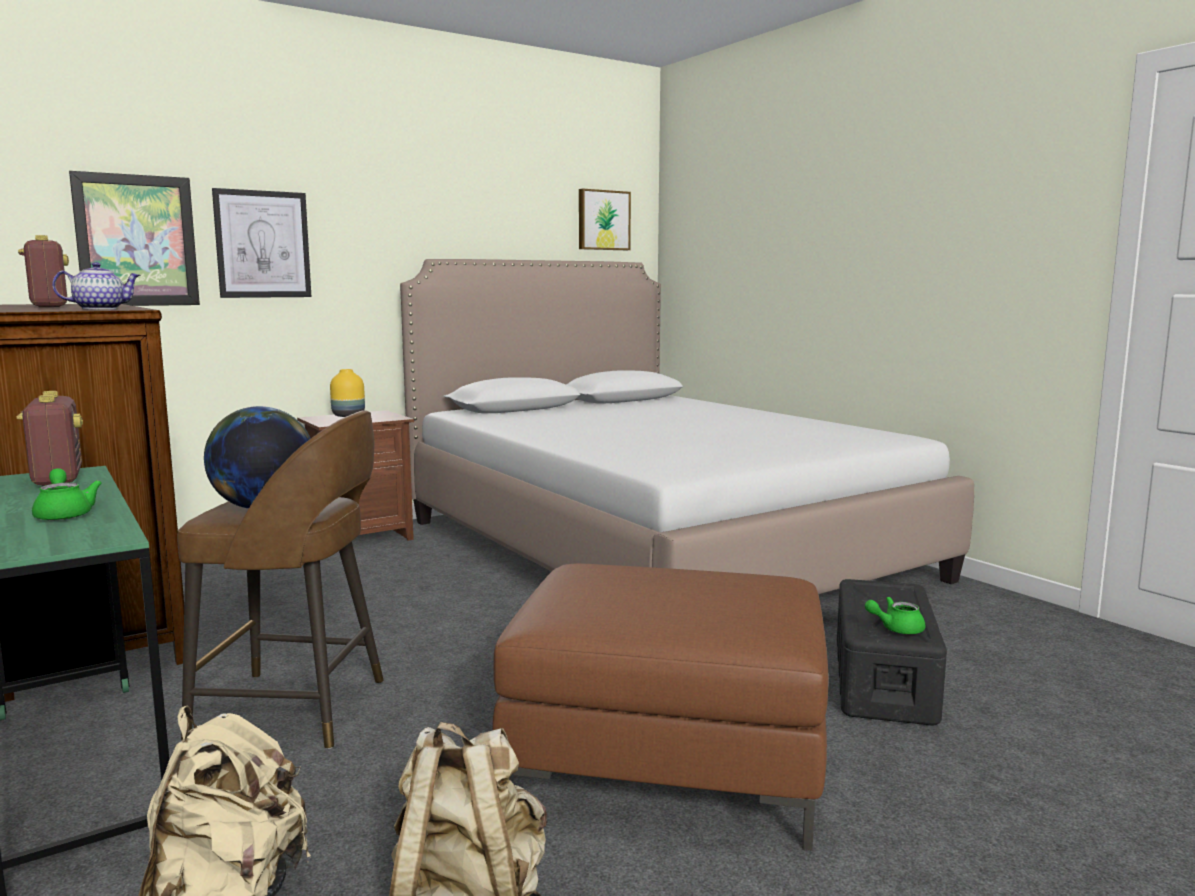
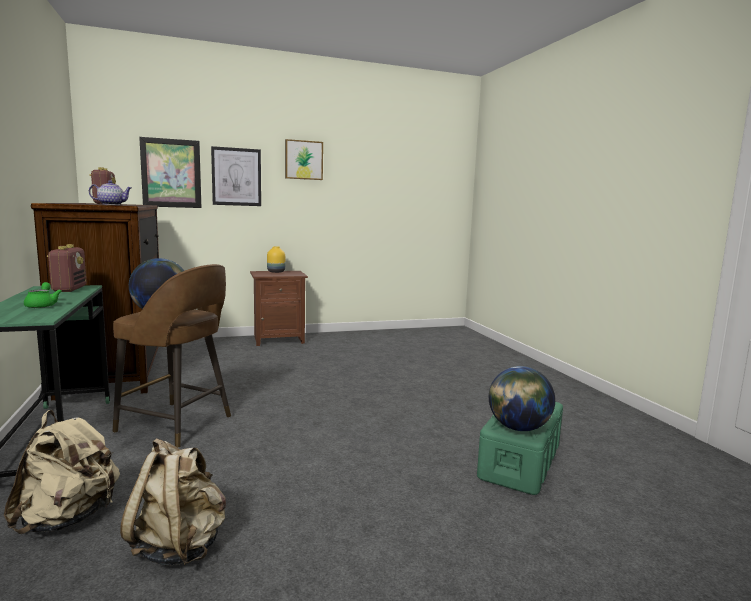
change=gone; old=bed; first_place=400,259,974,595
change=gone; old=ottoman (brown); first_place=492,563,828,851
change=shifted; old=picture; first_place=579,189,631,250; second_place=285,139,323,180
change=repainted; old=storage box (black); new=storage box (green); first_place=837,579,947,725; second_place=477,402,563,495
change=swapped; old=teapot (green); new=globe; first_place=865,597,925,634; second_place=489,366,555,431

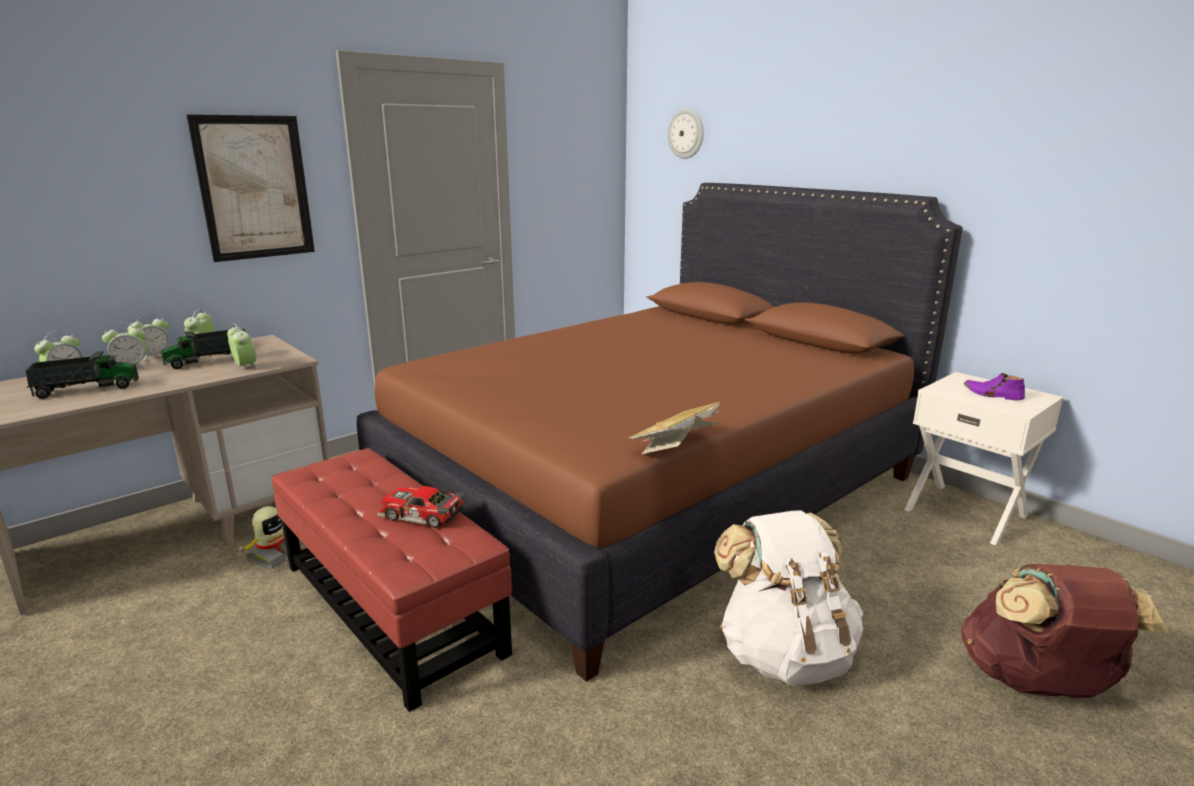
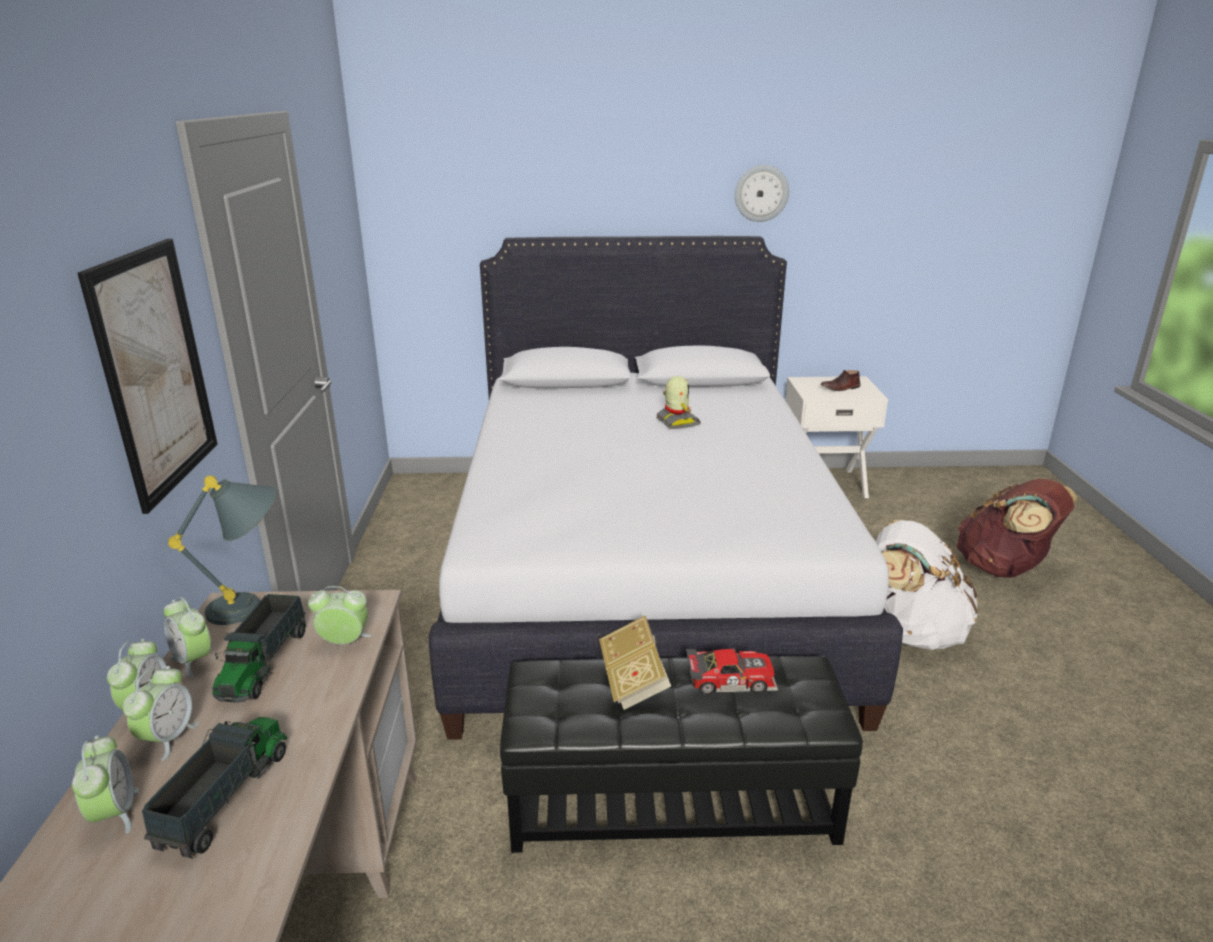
change=shifted; old=toy robot; first_place=237,506,303,569; second_place=657,376,701,429
change=repainted; old=ottoman (red); new=ottoman (black); first_place=271,448,512,712; second_place=500,656,863,853
change=repainted; old=bed (brown); new=bed (white); first_place=357,183,963,682; second_place=429,236,903,740
change=rotated; old=toy car; first_place=377,486,465,528; second_place=686,648,778,695; degrees=-150
change=shifted; old=book; first_place=628,401,722,454; second_place=599,615,671,710
change=shifted; old=wall clock; first_place=668,108,704,159; second_place=735,165,789,222
change=repainted; old=shoe (purple); new=shoe (brown); first_place=964,373,1025,400; second_place=821,370,860,391
change=new; new=table lamp (grey); second_place=168,475,276,625

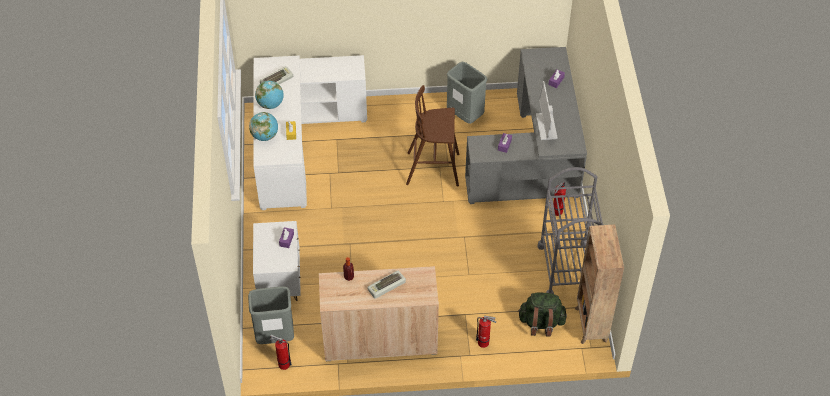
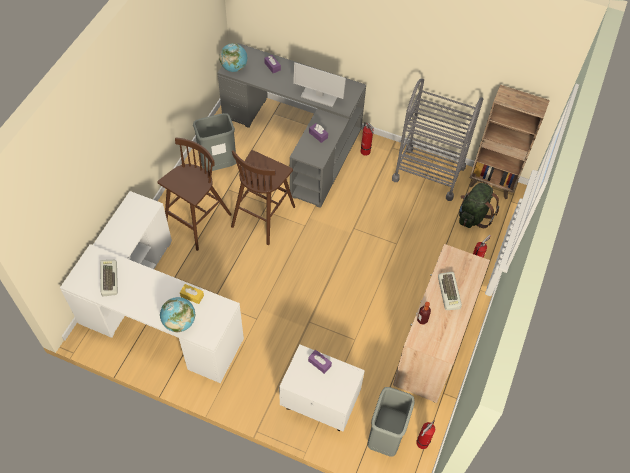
change=shifted; old=globe; first_place=255,81,284,109; second_place=219,43,247,72
change=new; new=stool (brown); second_place=157,137,232,251

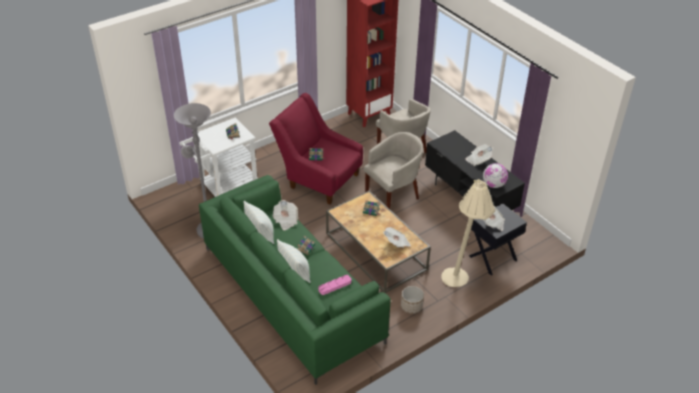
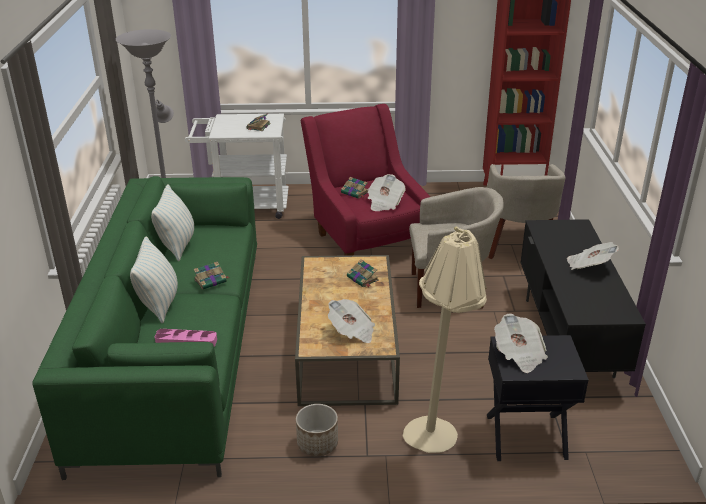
change=shifted; old=newspaper; first_place=273,200,298,230; second_place=368,174,406,211
change=gone; old=globe; first_place=483,163,508,188

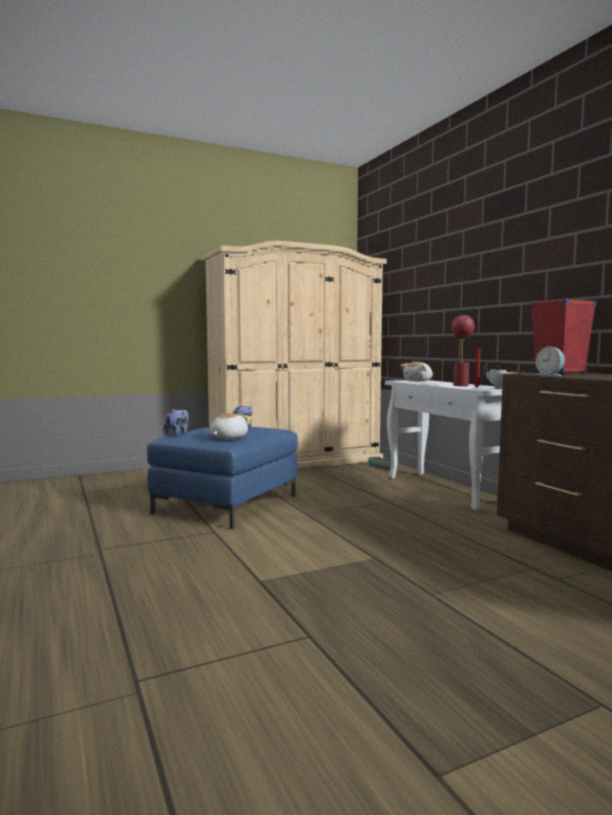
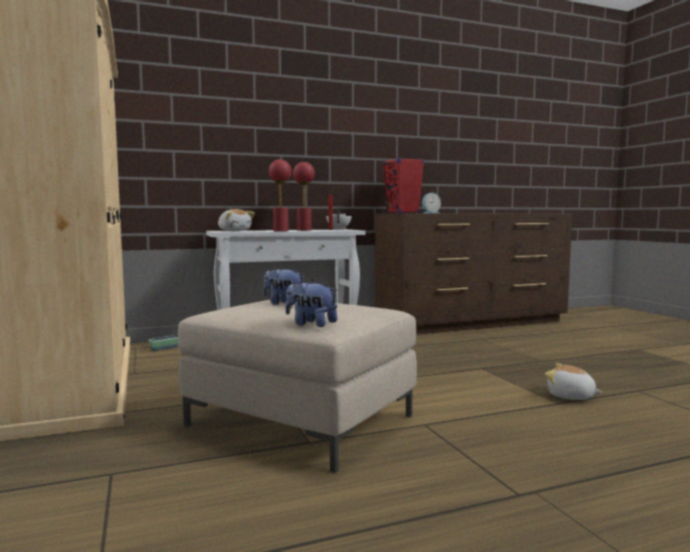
change=repainted; old=ottoman (blue); new=ottoman (beige); first_place=147,427,298,529; second_place=178,298,417,473
change=shifted; old=plush toy; first_place=210,413,252,439; second_place=545,363,603,400
change=new; new=table lamp (red); second_place=269,159,292,231

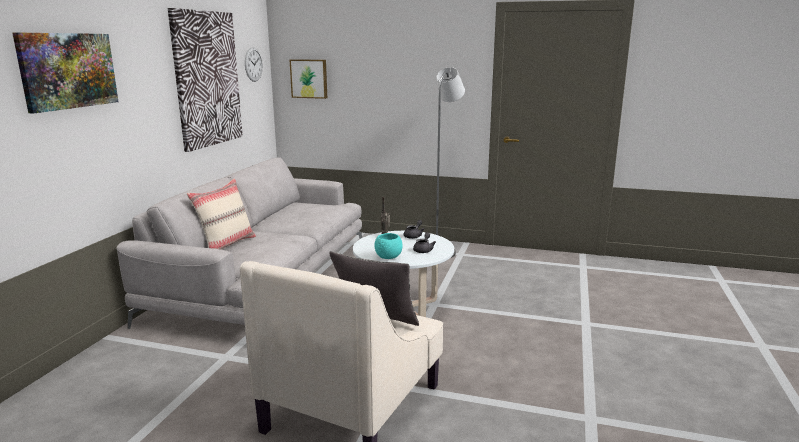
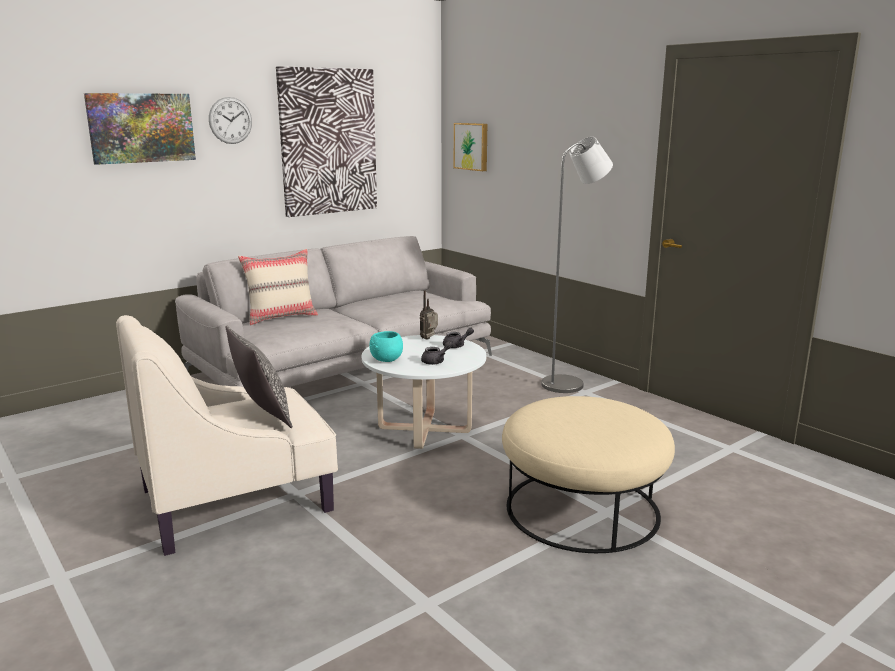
change=shifted; old=wall clock; first_place=245,47,263,82; second_place=209,97,252,144
change=new; new=ottoman (beige); second_place=502,396,675,553

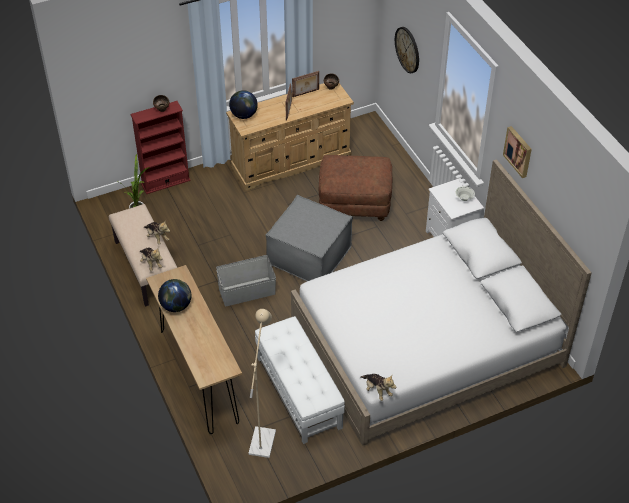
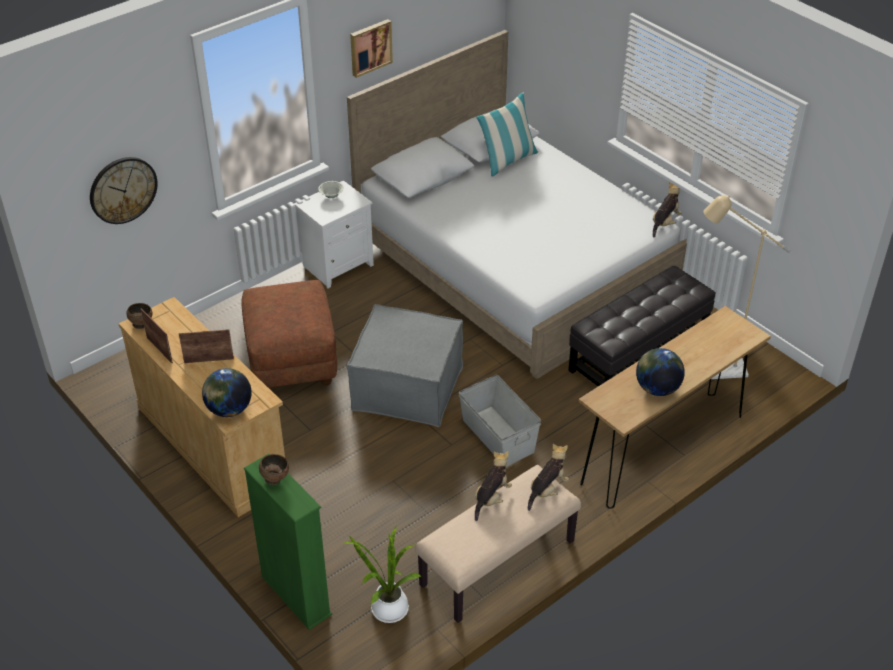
change=repainted; old=bookcase (red); new=bookcase (green); first_place=130,101,191,194; second_place=244,454,332,630
change=repainted; old=ottoman (white); new=ottoman (black); first_place=255,316,345,444; second_place=568,266,716,386
change=new; new=pillow; second_place=476,93,538,176

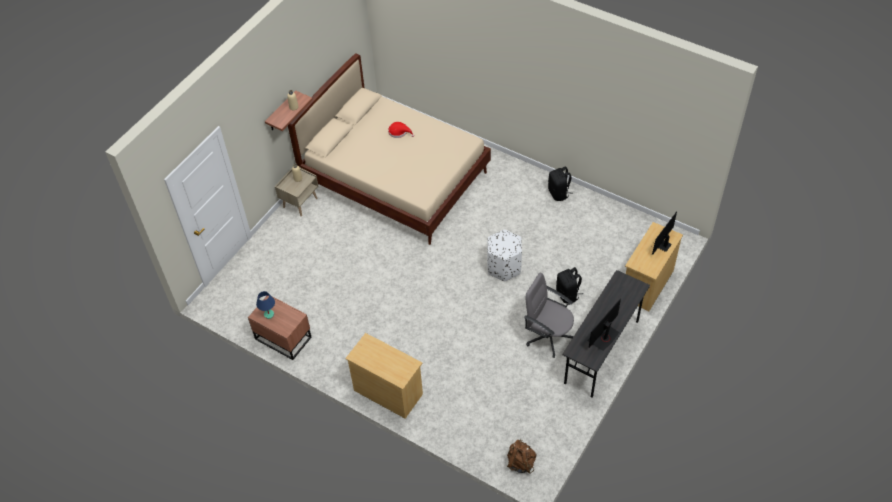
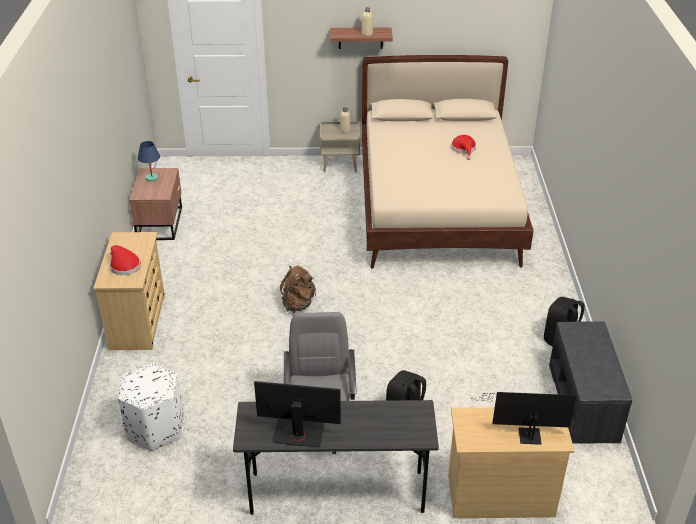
change=shifted; old=ottoman (white); first_place=487,230,522,282; second_place=117,364,184,451
change=shifted; old=backpack (brown); first_place=507,439,536,474; second_place=280,266,316,313
change=new; new=hat (red); second_place=110,245,141,275
change=new; new=bench (grey); second_place=549,321,632,444

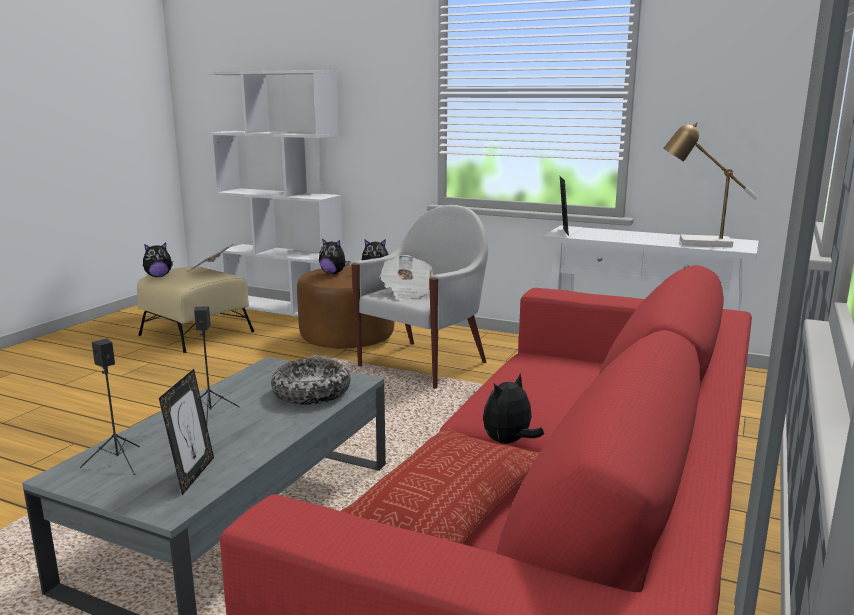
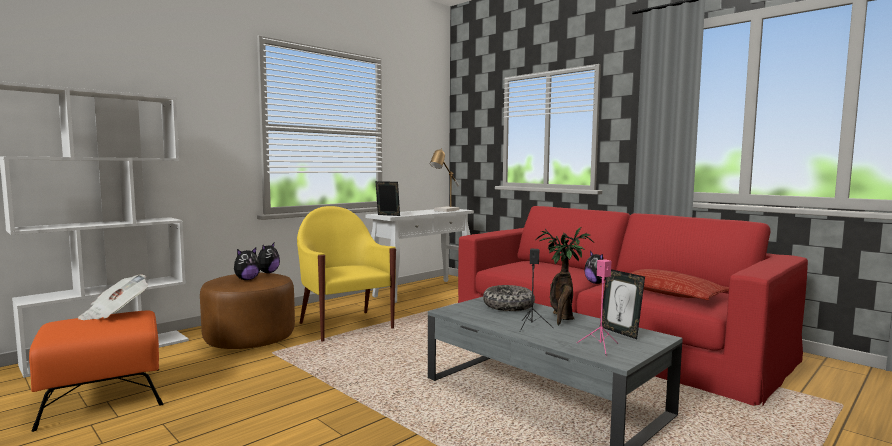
change=repainted; old=speaker (black); new=speaker (pink); first_place=80,338,140,475; second_place=577,259,619,356
change=repainted; old=ottoman (beige); new=ottoman (orange); first_place=137,266,254,353; second_place=29,311,163,432
change=gone; old=plush toy; first_place=143,242,173,277
change=rotated; old=picture frame; first_place=159,369,214,495; second_place=600,269,645,339; degrees=-150
change=repainted; old=armchair (white); new=armchair (yellow); first_place=351,205,488,388; second_place=297,206,396,342
change=gone; old=newspaper; first_place=379,255,433,300
change=new; new=potted plant; second_place=535,227,594,325

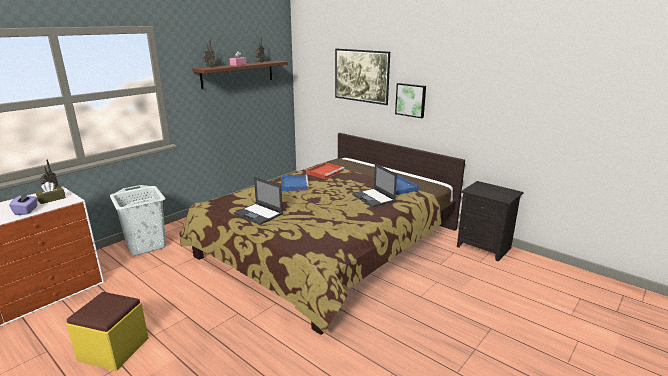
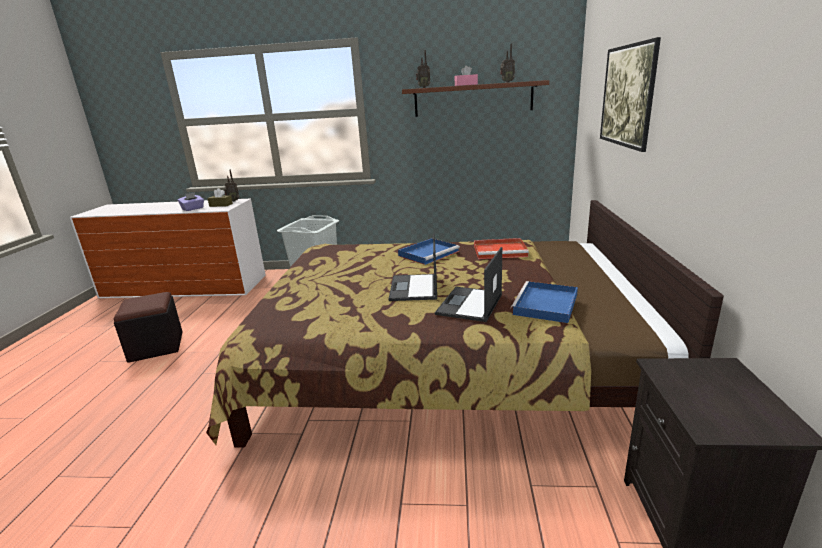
change=repainted; old=ottoman (yellow); new=ottoman (black); first_place=66,292,149,371; second_place=114,292,183,363
change=shifted; old=laptop; first_place=234,177,283,225; second_place=389,233,437,301
change=gone; old=picture; first_place=395,83,426,118

